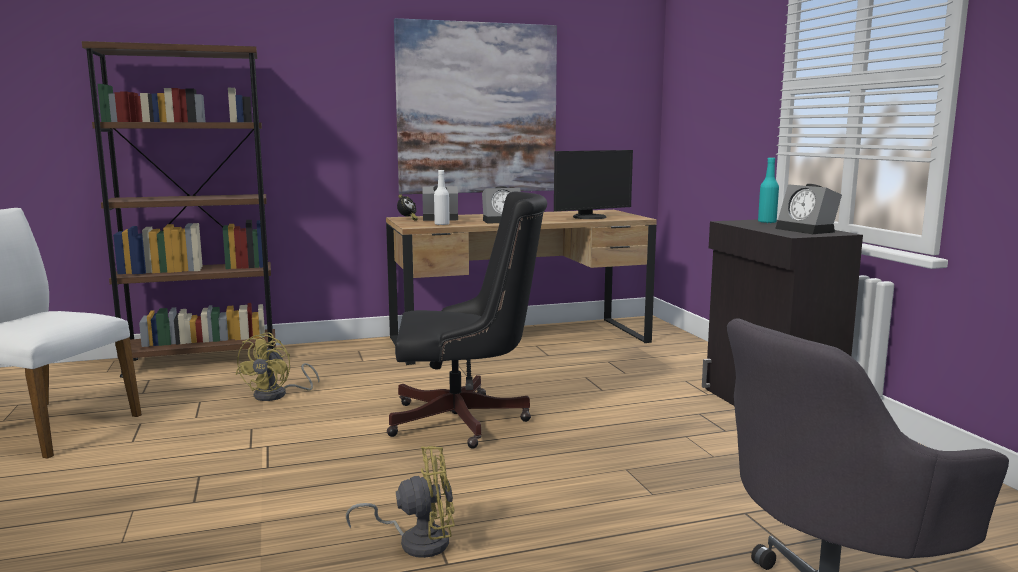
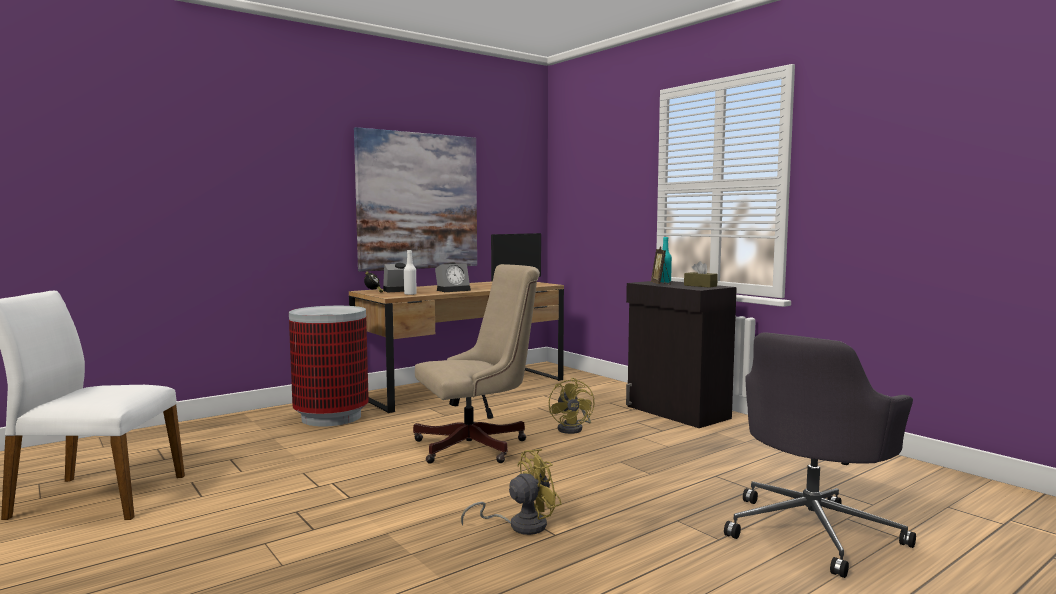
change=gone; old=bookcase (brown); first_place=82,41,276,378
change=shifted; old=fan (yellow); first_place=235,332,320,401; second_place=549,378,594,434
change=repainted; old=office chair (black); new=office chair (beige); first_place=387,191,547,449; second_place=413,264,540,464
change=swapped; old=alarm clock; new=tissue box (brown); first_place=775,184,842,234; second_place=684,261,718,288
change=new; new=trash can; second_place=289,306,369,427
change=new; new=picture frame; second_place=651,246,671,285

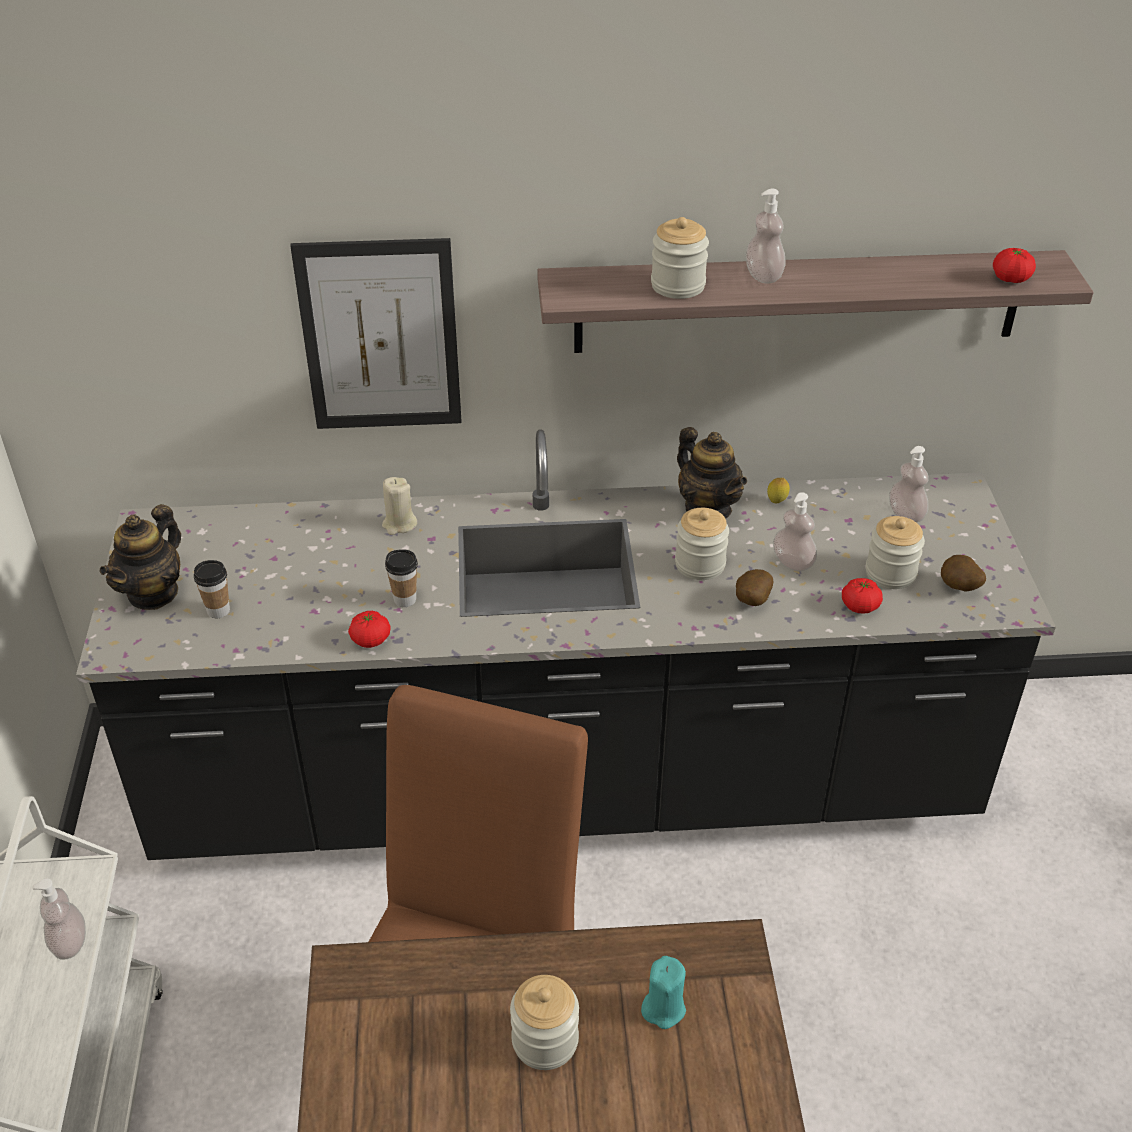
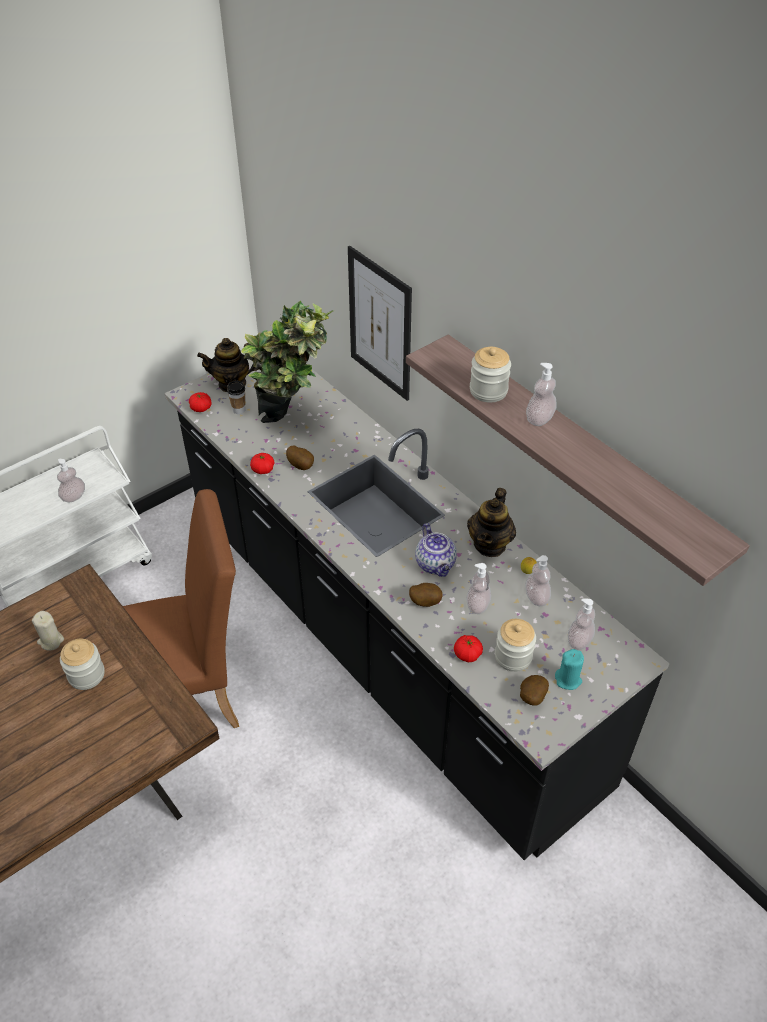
change=shifted; old=candle (beige); first_place=382,477,417,535; second_place=32,611,64,651
change=swapped; old=cup; new=potato; first_place=385,549,418,607; second_place=286,445,314,470
change=shifted; old=candle (turquoise); first_place=641,956,686,1029; second_place=555,649,584,690
change=swapped; old=jar; new=teapot; first_place=675,508,729,580; second_place=415,523,457,577
change=shifted; old=tomato; first_place=993,248,1036,283; second_place=189,392,212,412
change=new; new=potted plant; second_place=241,301,335,423
change=new; new=soap dispenser; second_place=525,555,551,606

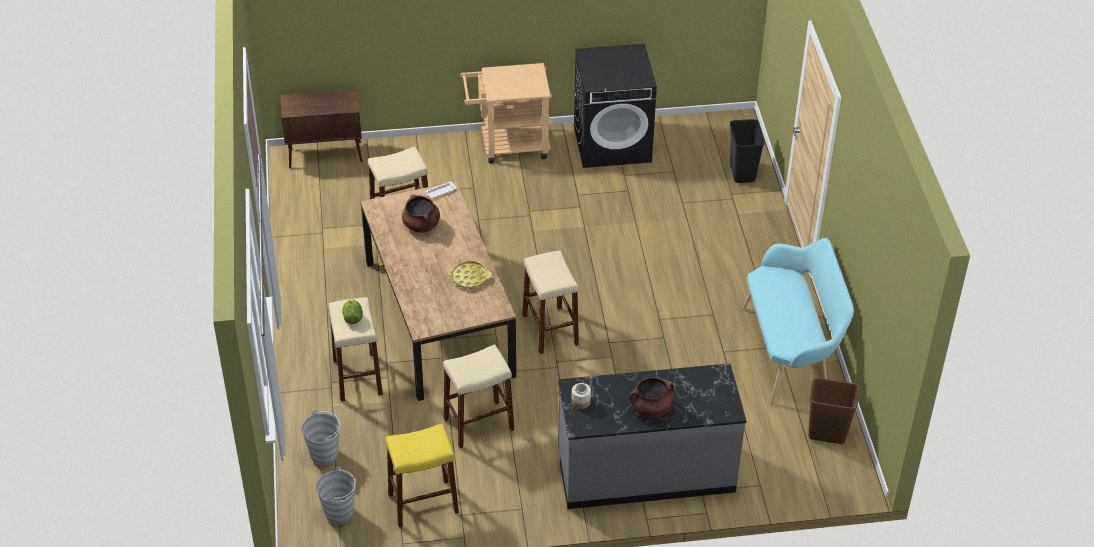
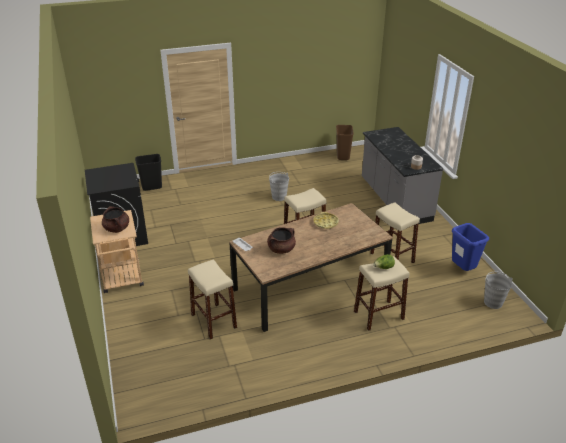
change=gone; old=cabinet (brown); first_place=281,89,363,168
change=shifted; old=bucket (grey); first_place=302,410,340,465; second_place=269,172,289,201
change=swapped; old=stool (yellow); new=trash can (blue); first_place=385,424,459,527; second_place=452,223,489,271
change=shifted; old=cooking pot (brown); first_place=630,377,674,418; second_place=102,206,129,233
change=gone; old=bench (turquoise); first_place=743,238,854,404

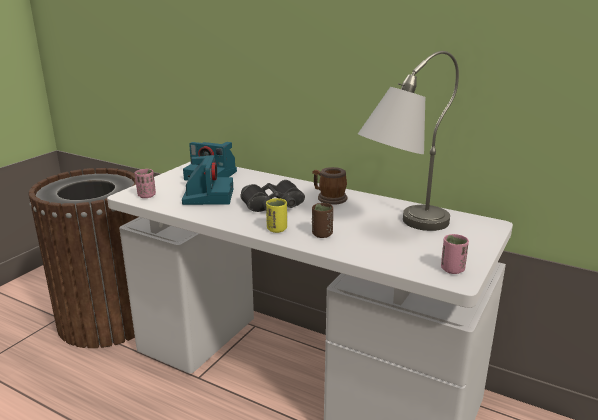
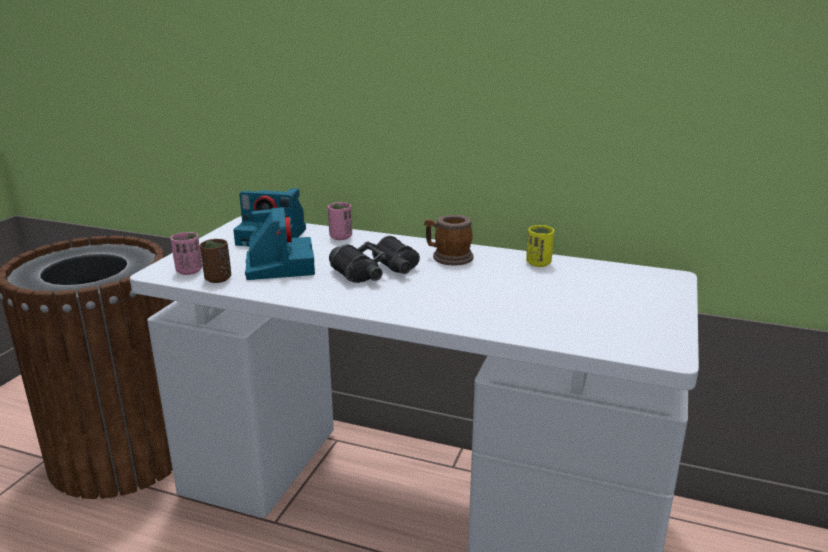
change=shifted; old=cup (yellow); first_place=266,198,287,233; second_place=526,225,554,267
change=shifted; old=cup (brown); first_place=312,203,333,238; second_place=200,239,231,283
change=gone; old=table lamp (grey); first_place=358,51,459,231
change=shifted; old=cup (pink); first_place=441,234,469,274; second_place=328,202,352,240

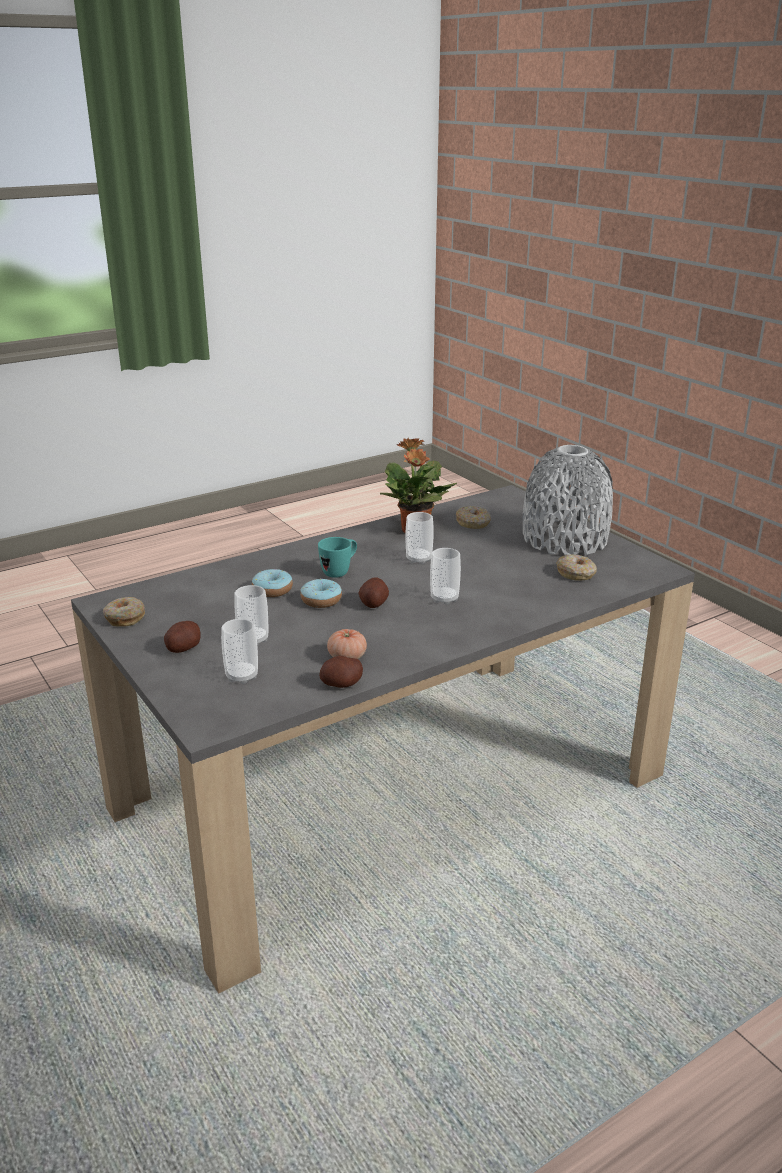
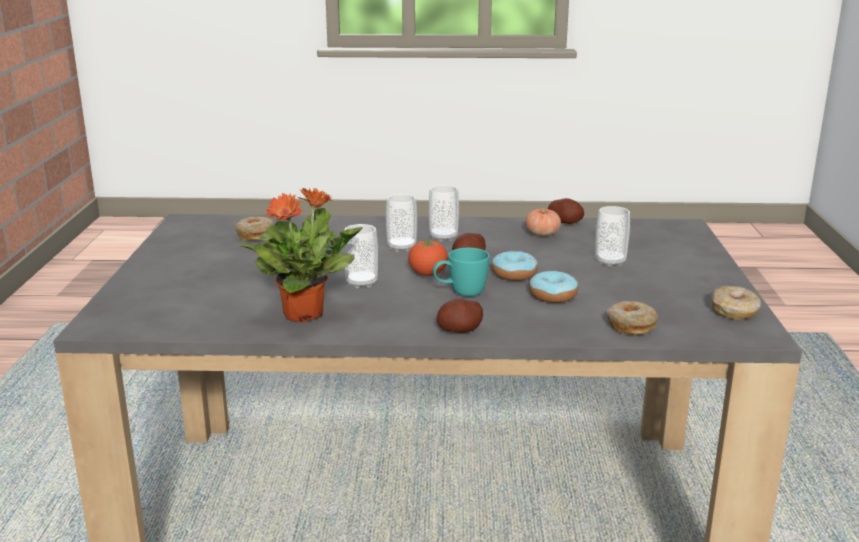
change=shifted; old=potato; first_place=164,621,200,653; second_place=437,298,483,333
change=shifted; old=cup; first_place=221,619,258,684; second_place=429,185,459,242
change=shifted; old=donut; first_place=456,506,491,529; second_place=607,301,658,335
change=gone; old=vase (grey); first_place=523,445,613,555
change=new; new=tomato; second_place=408,239,448,276

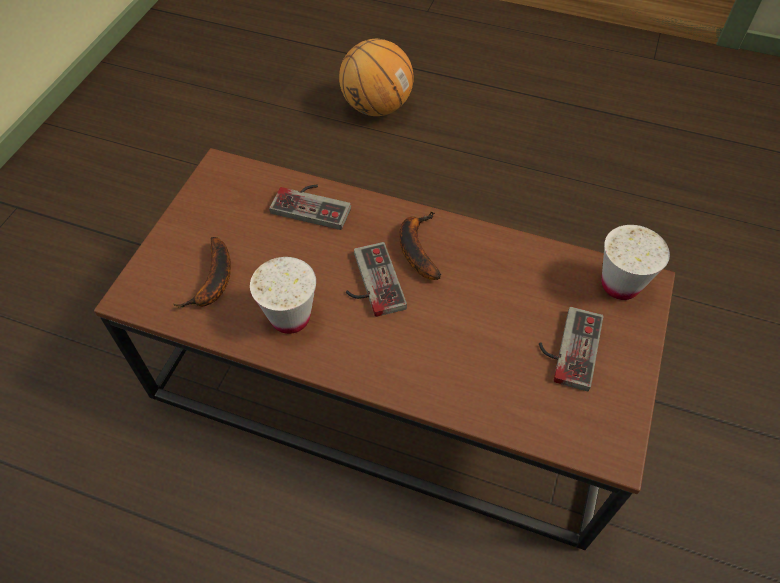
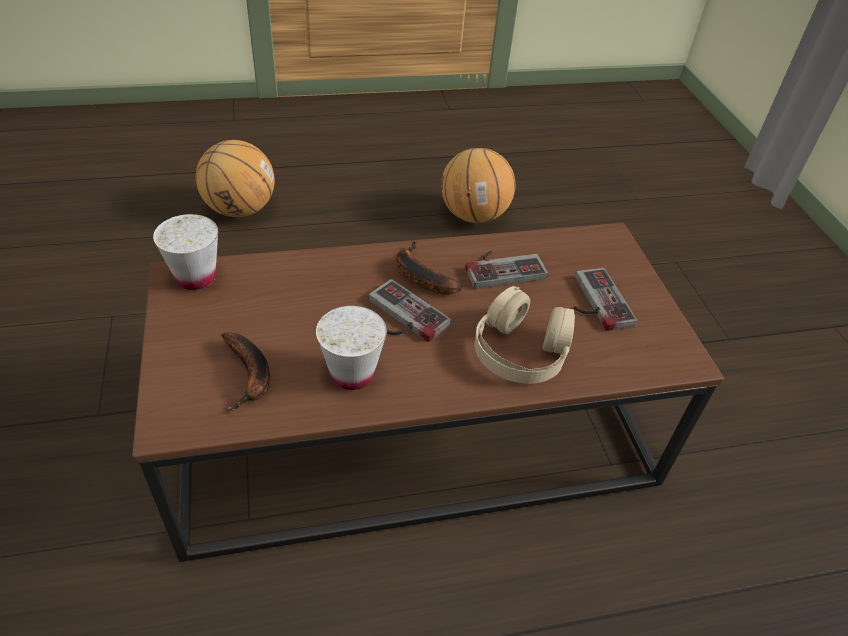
change=shifted; old=game controller; first_place=269,184,351,230; second_place=465,251,548,289
change=shifted; old=cup (white); first_place=602,225,670,300; second_place=153,214,218,290
change=new; new=basketball; second_place=441,148,515,223
change=new; new=headphones (beige); second_place=475,286,575,384

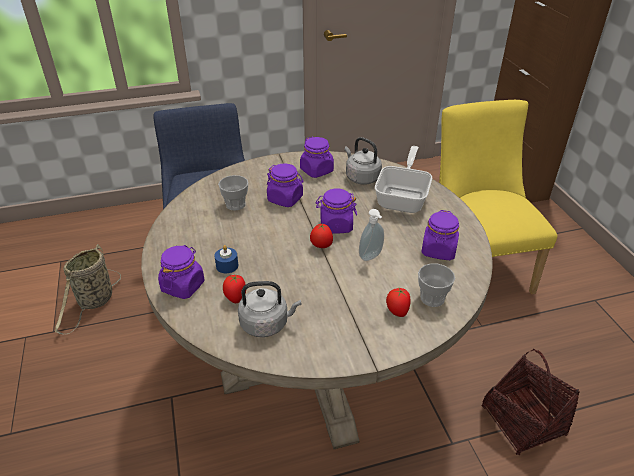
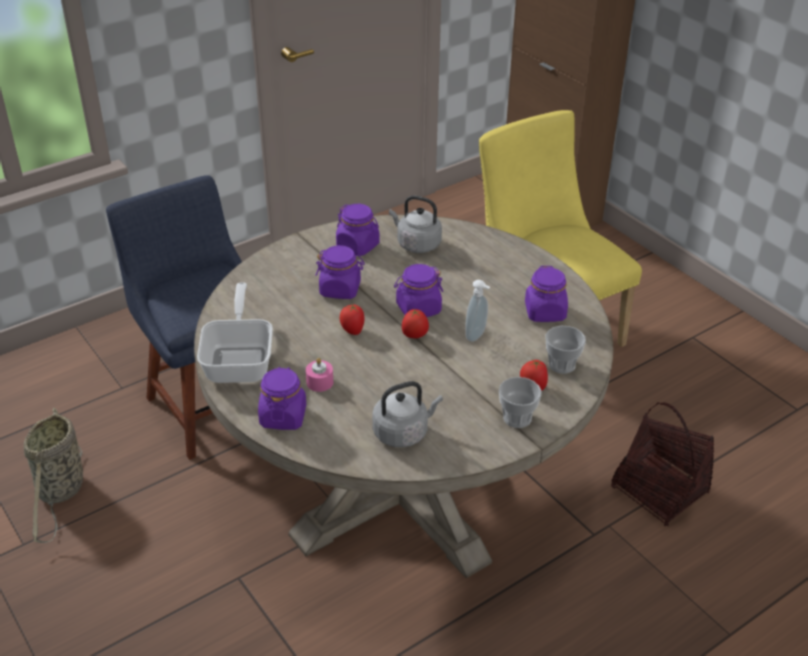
change=repainted; old=candle (blue); new=candle (pink); first_place=215,245,238,273; second_place=306,358,333,392
change=shifted; old=cup; first_place=218,175,248,210; second_place=499,377,542,428
change=shifted; old=tomato; first_place=223,274,246,303; second_place=340,304,364,335
change=shifted; old=frying pan; first_place=375,146,432,213; second_place=197,282,273,383

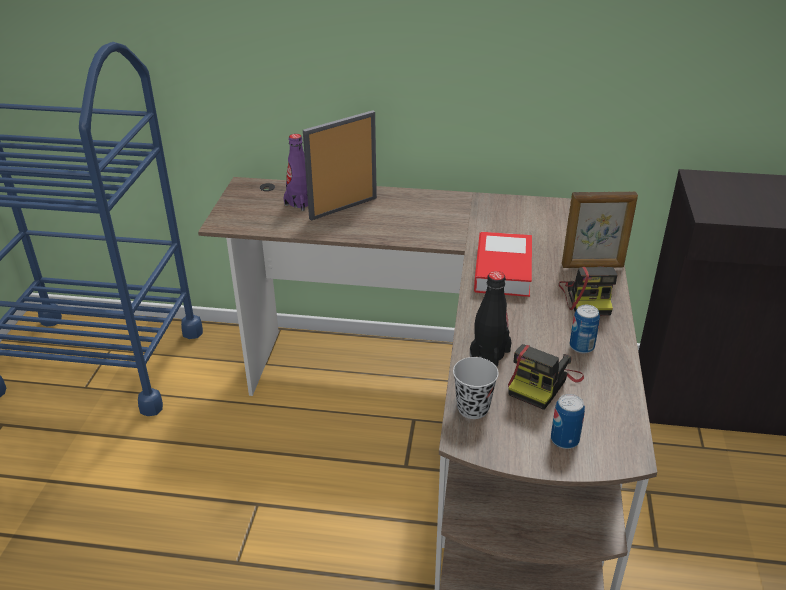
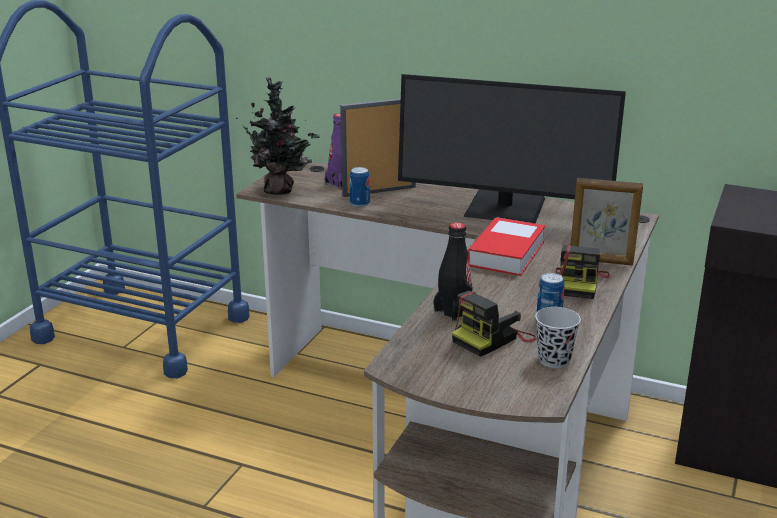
change=shifted; old=cup (black); first_place=453,357,499,419; second_place=535,307,581,368
change=shifted; old=can; first_place=551,394,585,449; second_place=350,167,370,207
change=new; new=potted plant; second_place=236,77,320,195
change=new; new=monitor; second_place=398,74,626,224

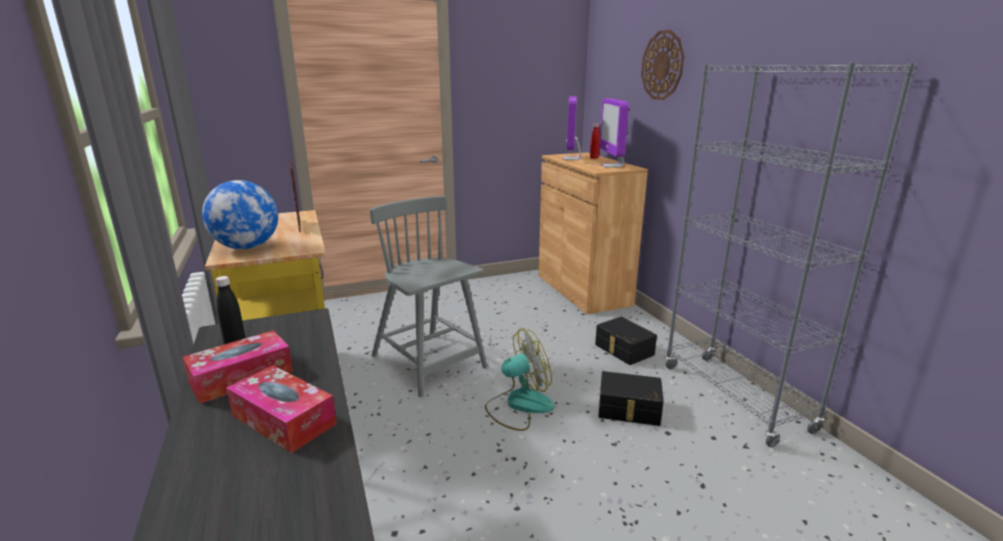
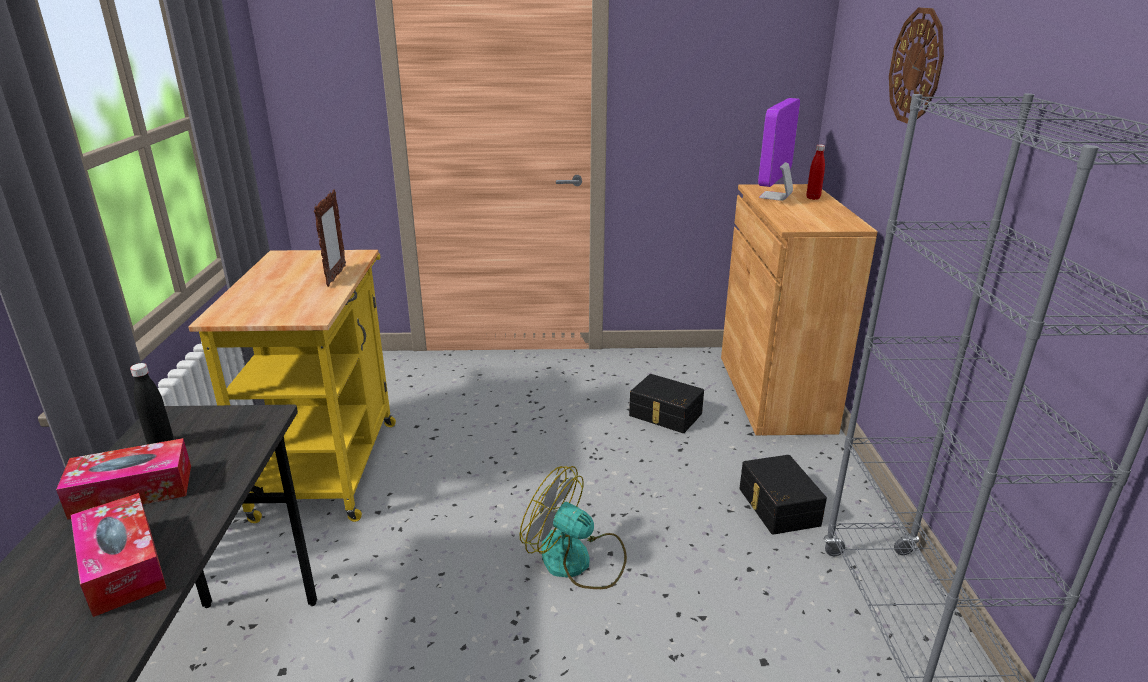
change=gone; old=globe; first_place=202,180,278,249
change=gone; old=chair (grey); first_place=370,196,487,397
change=rotated; old=fan; first_place=485,328,555,431; second_place=519,466,627,589; degrees=-150
change=shifted; old=storage box (black); first_place=598,371,664,426; second_place=629,374,704,433
change=gone; old=monitor; first_place=599,98,629,168

